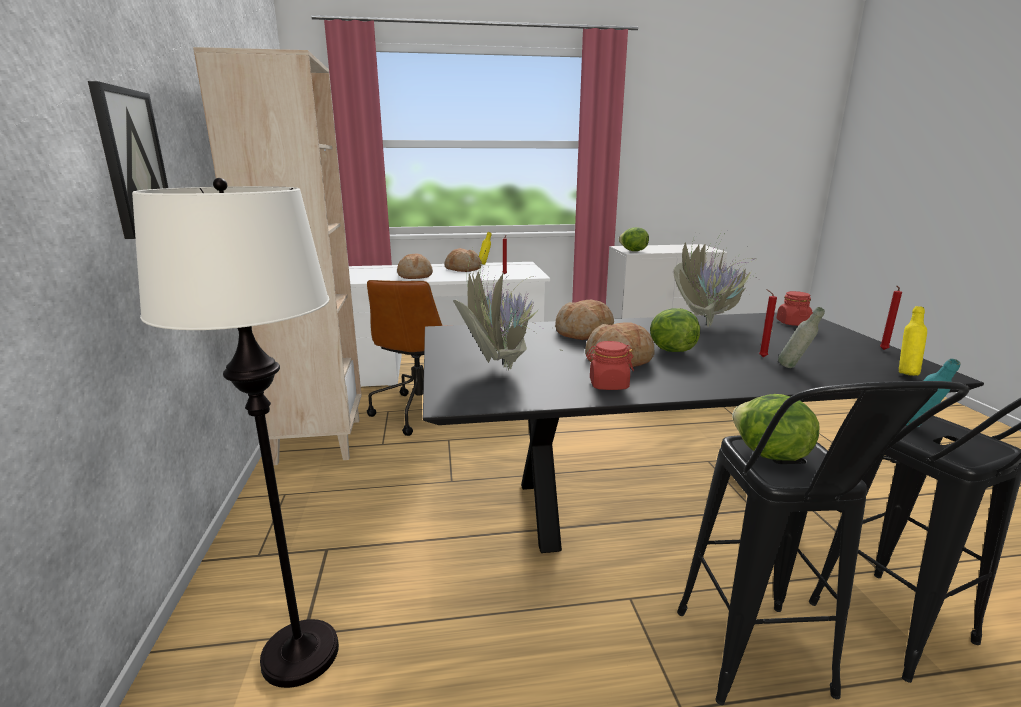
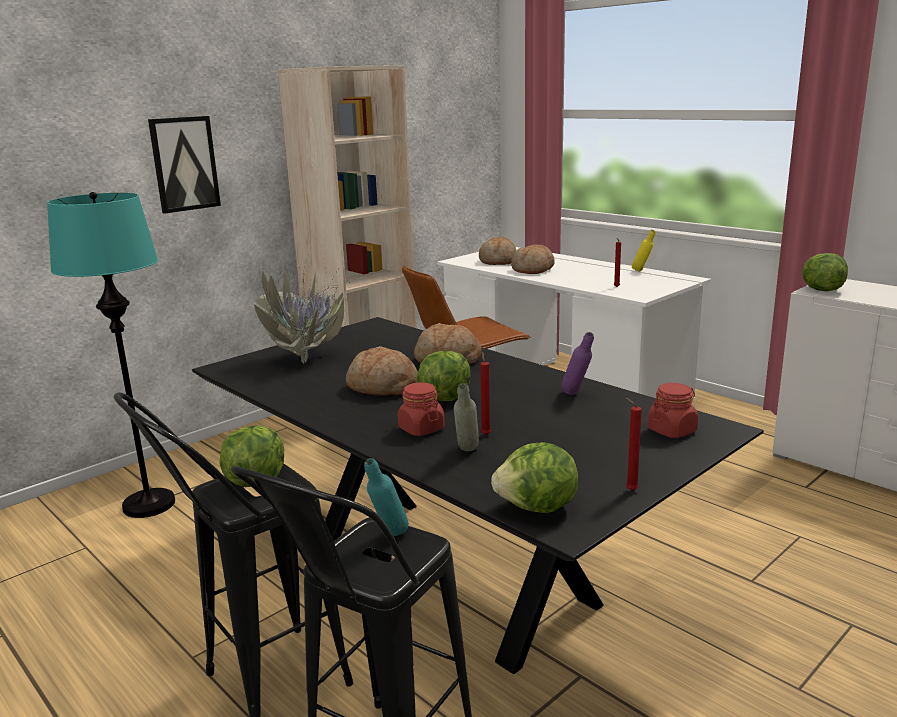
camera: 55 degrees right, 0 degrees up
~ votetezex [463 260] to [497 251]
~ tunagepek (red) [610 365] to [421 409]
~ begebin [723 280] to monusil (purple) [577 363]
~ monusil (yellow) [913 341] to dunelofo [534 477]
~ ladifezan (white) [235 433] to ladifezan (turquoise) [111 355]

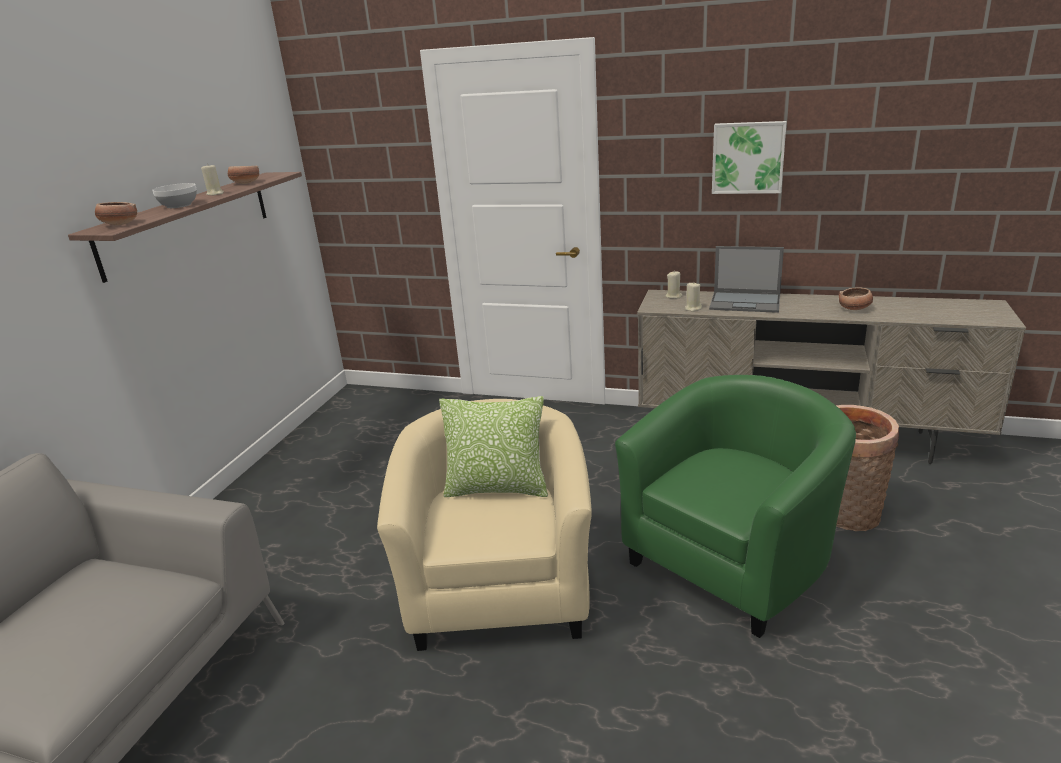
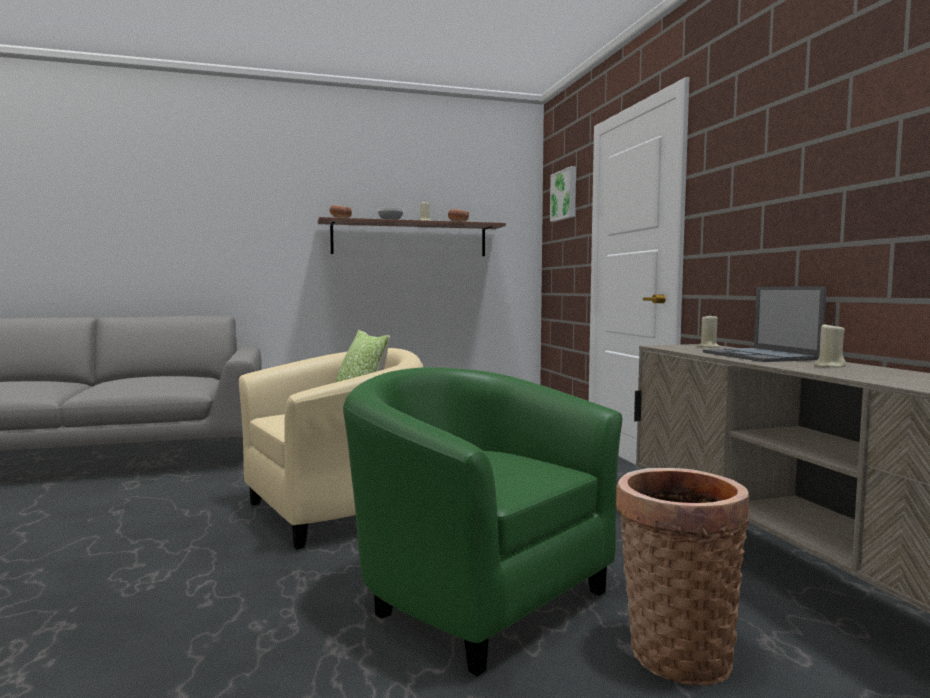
camera: 55 degrees right, 20 degrees down
- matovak [856 298]
~ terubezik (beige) [693 297] to [830 345]
~ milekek [749 157] to [563 194]
~ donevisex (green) [735 506] = [482 522] 150 degrees counterclockwise

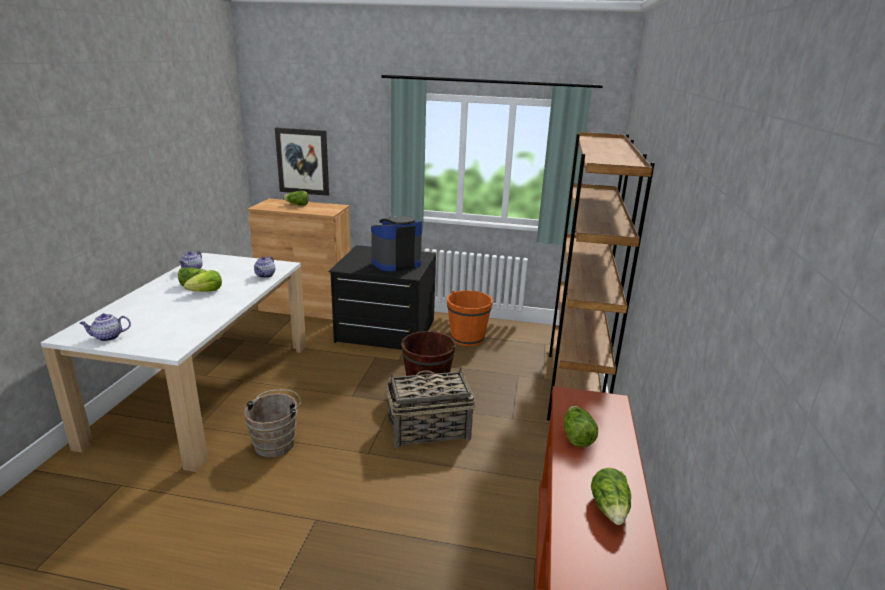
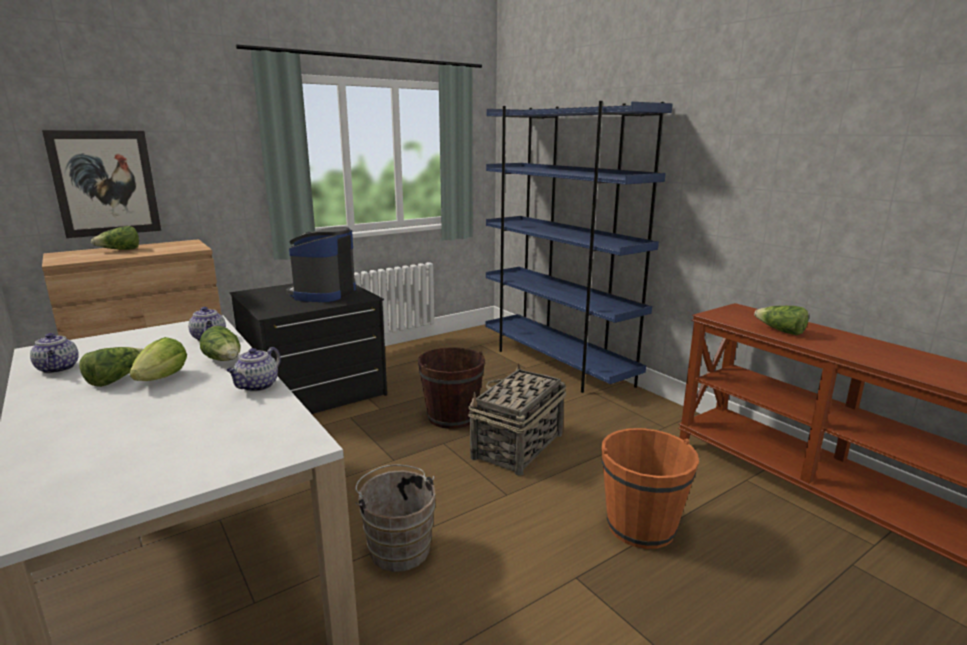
camera: 45 degrees left, 5 degrees down
~ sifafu [105 327] to [253 369]
~ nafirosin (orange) [470 318] to [650 488]
~ dunelofo [611 496] to [220 343]
~ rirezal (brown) [601 276] to rirezal (blue) [579 247]

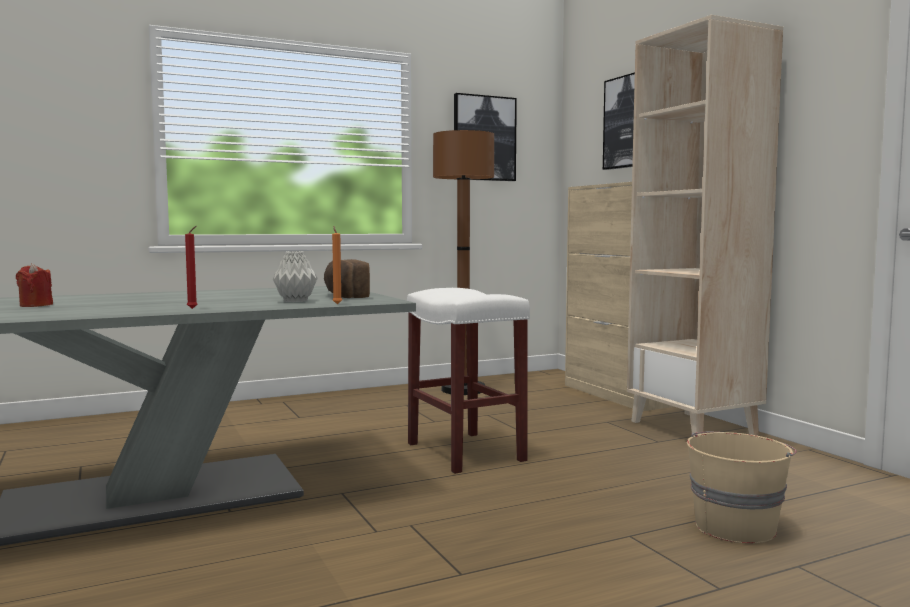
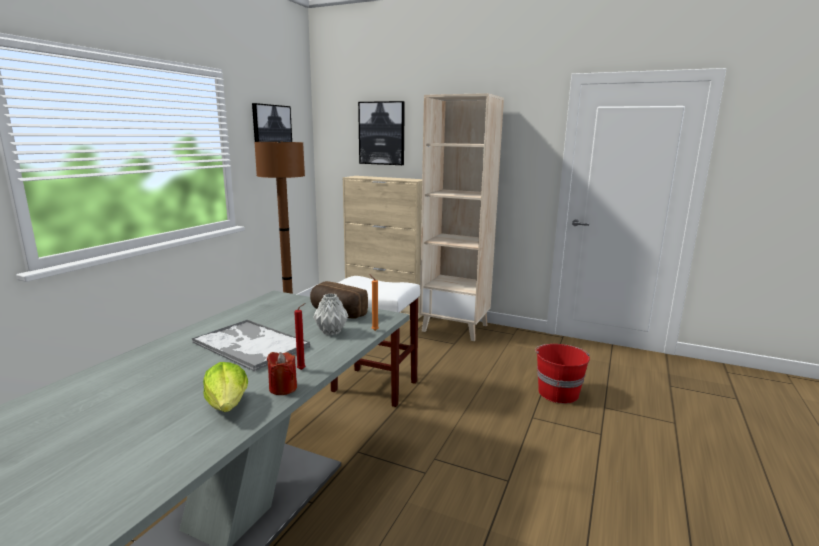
camera: 40 degrees left, 10 degrees up
+ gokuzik [251 345]
+ dunelofo [225 387]
~ terubezik (red) [34 285] to [282 373]
~ nafirosin (beige) [742 488] to nafirosin (red) [562 374]

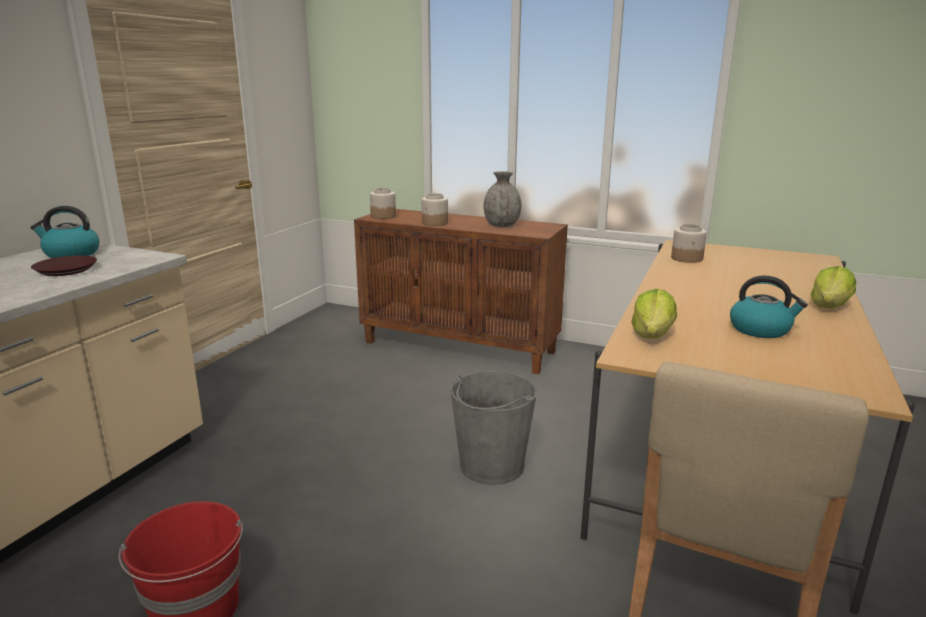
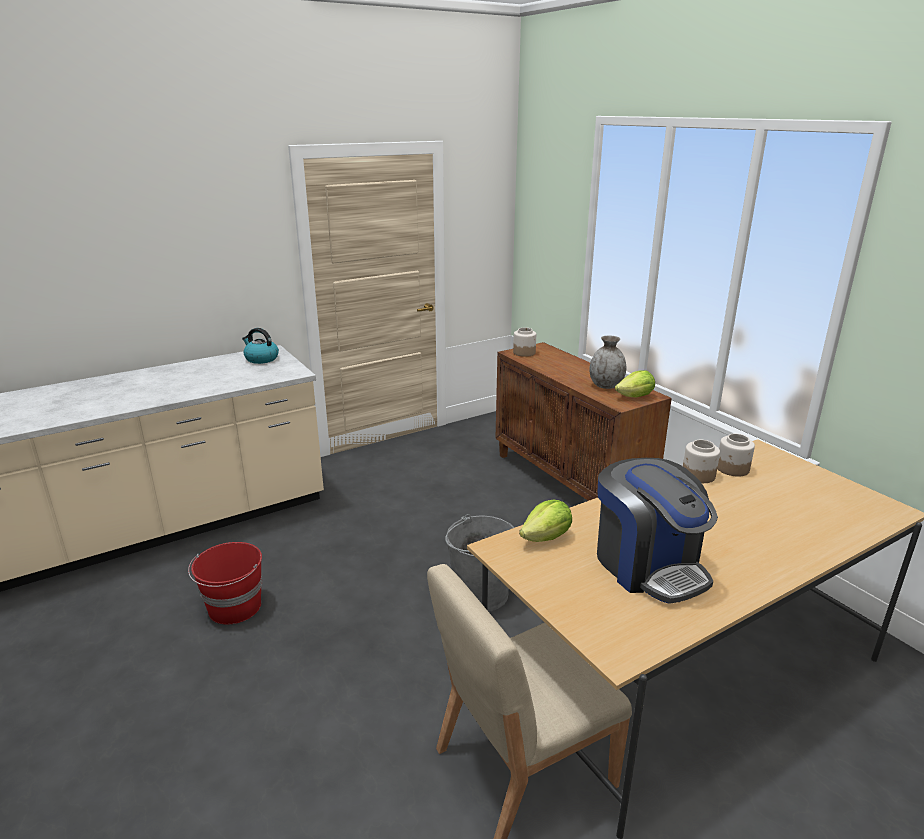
camera: 35 degrees right, 5 degrees up
- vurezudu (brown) [64 265]
~ tunagepek [434 209] to [701 461]
~ dunelofo [833 287] to [635 383]
~ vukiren [769 306] to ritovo [657 530]

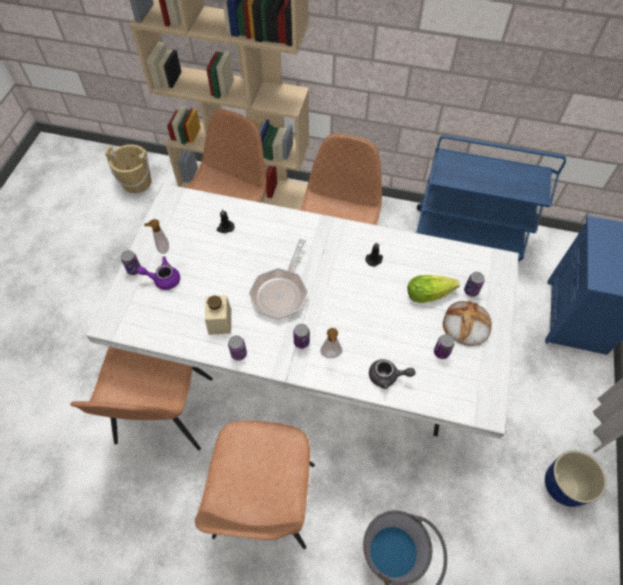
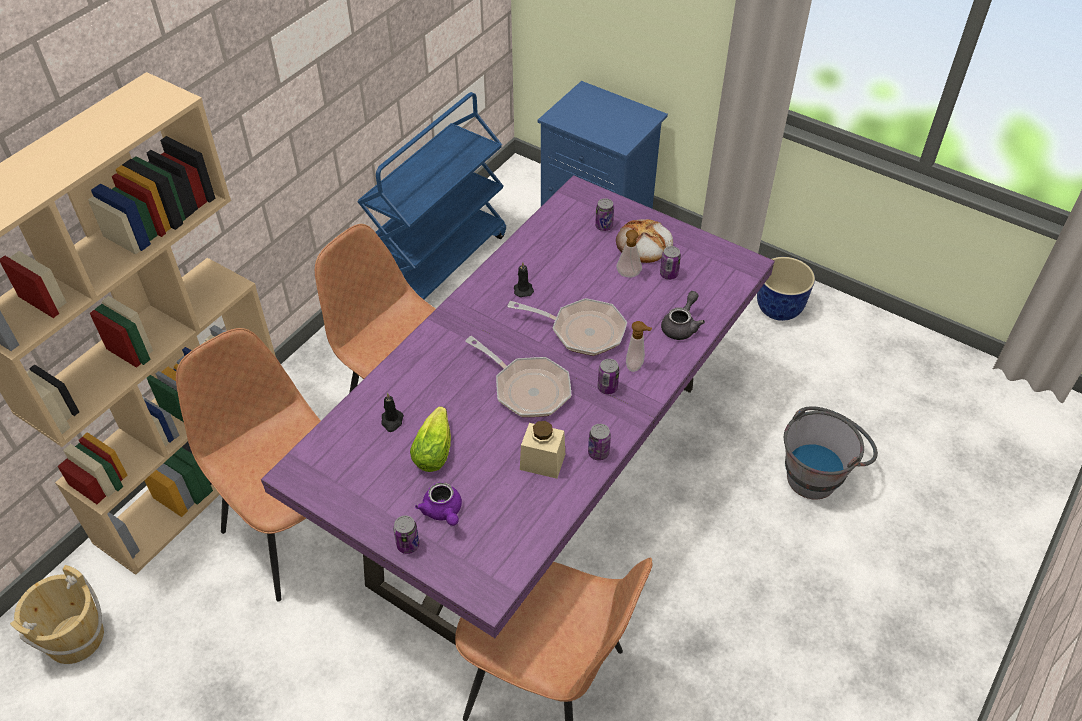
camera: 70 degrees left, 10 degrees down
- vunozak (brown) [255 484]
+ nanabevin [567 327]
~ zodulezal [156 236] to [629 253]
~ dunelofo [434 289] to [430 439]
~ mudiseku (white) [302 311] to mudiseku (purple) [518 410]
~ sifafu (purple) [158 273] = [438 504] 45 degrees counterclockwise

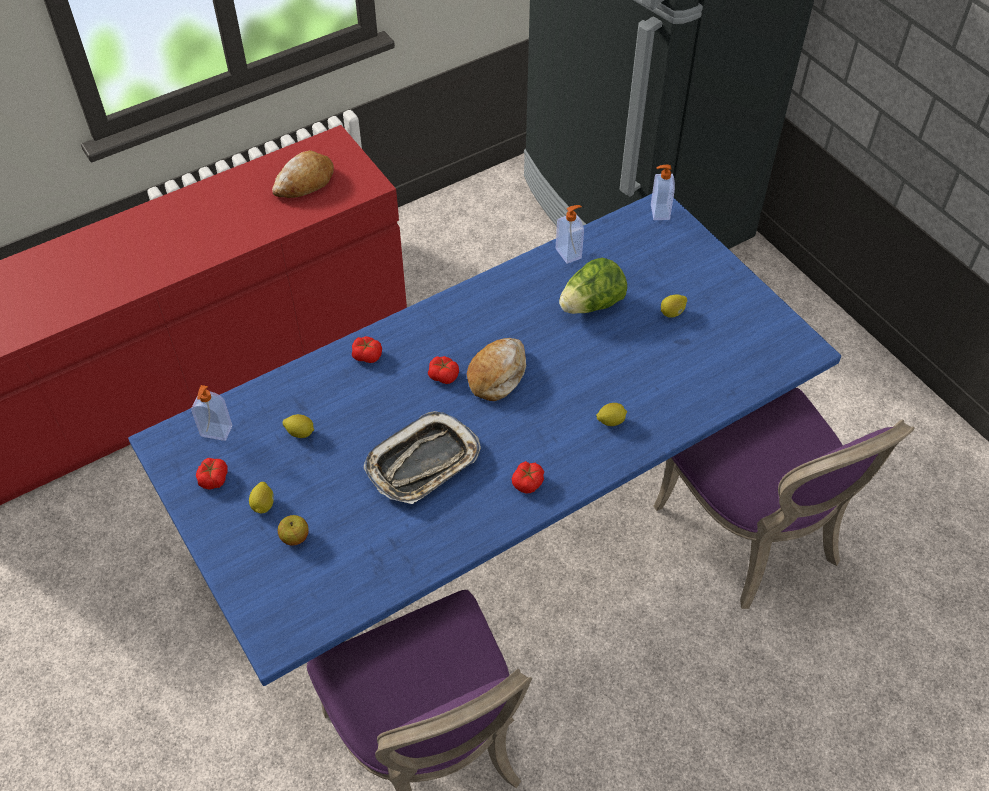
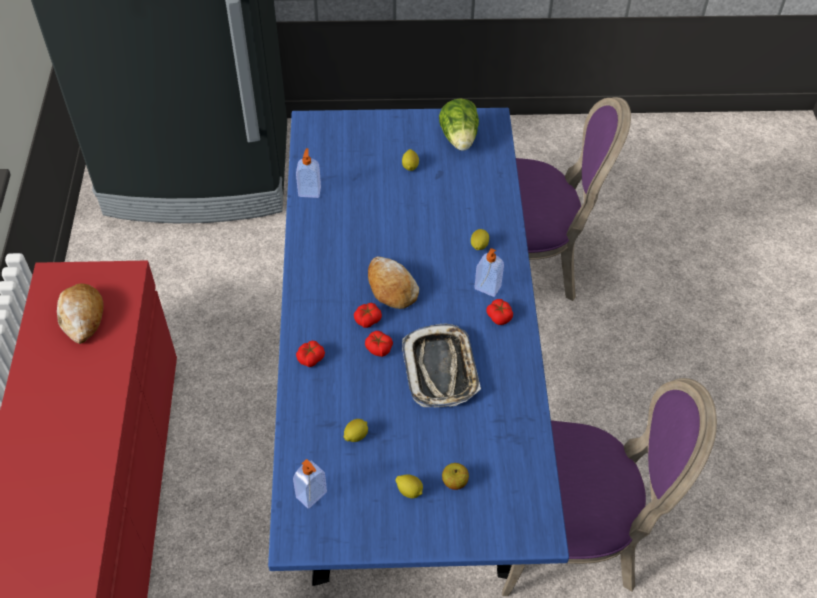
camera: 60 degrees left, 0 degrees up
~ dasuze [212 474] to [379 344]
~ dunelofo [593 286] to [459 124]
~ zodulezal [663 192] to [489 272]

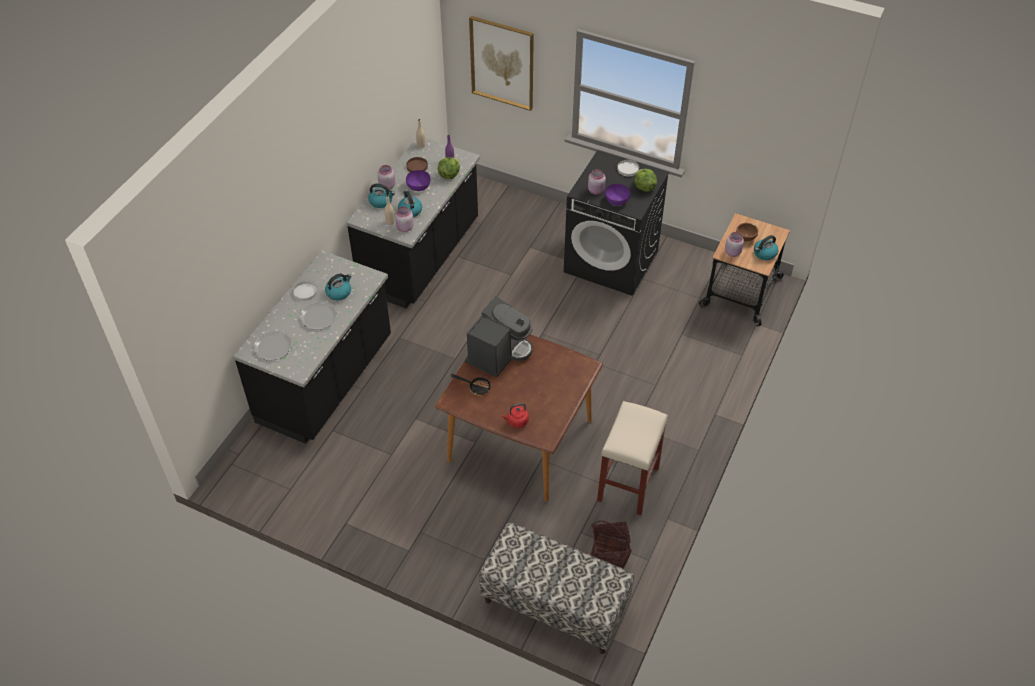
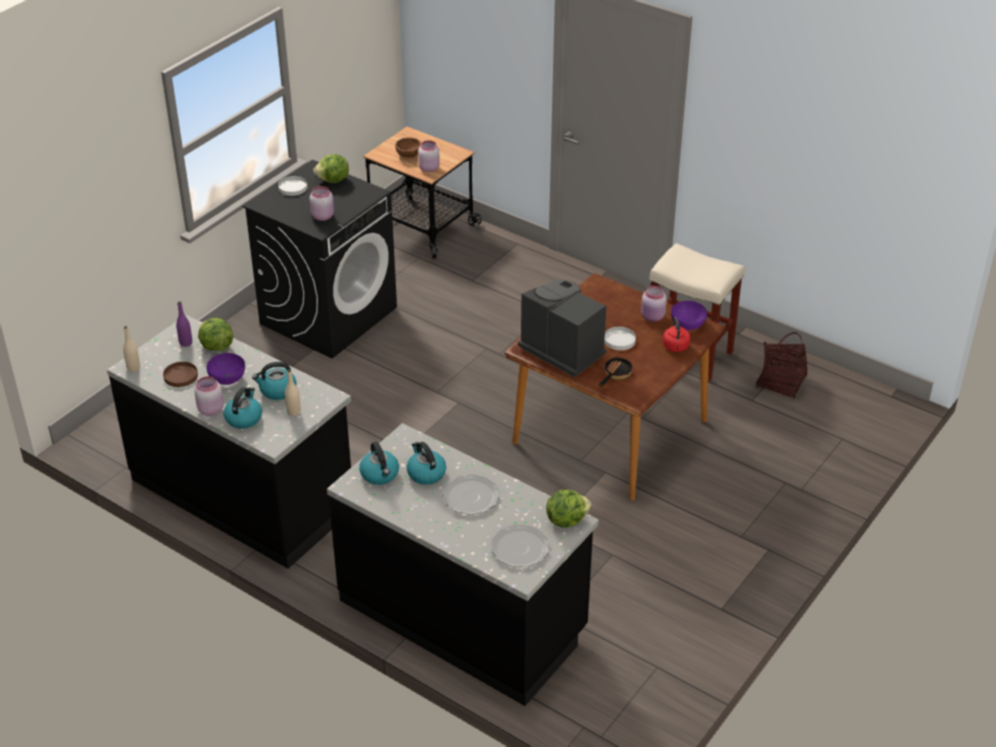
camera: 80 degrees left, 10 degrees down
- milekek [501 63]
- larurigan [556 588]
+ dunelofo [568 509]
~ vurezudu (white) [305 291] to [620 338]
~ tunagepek (pink) [404 219] to [654 304]
~ matovak (purple) [617 195] to [689 315]
~ vukiren [766 247] to [379 463]

